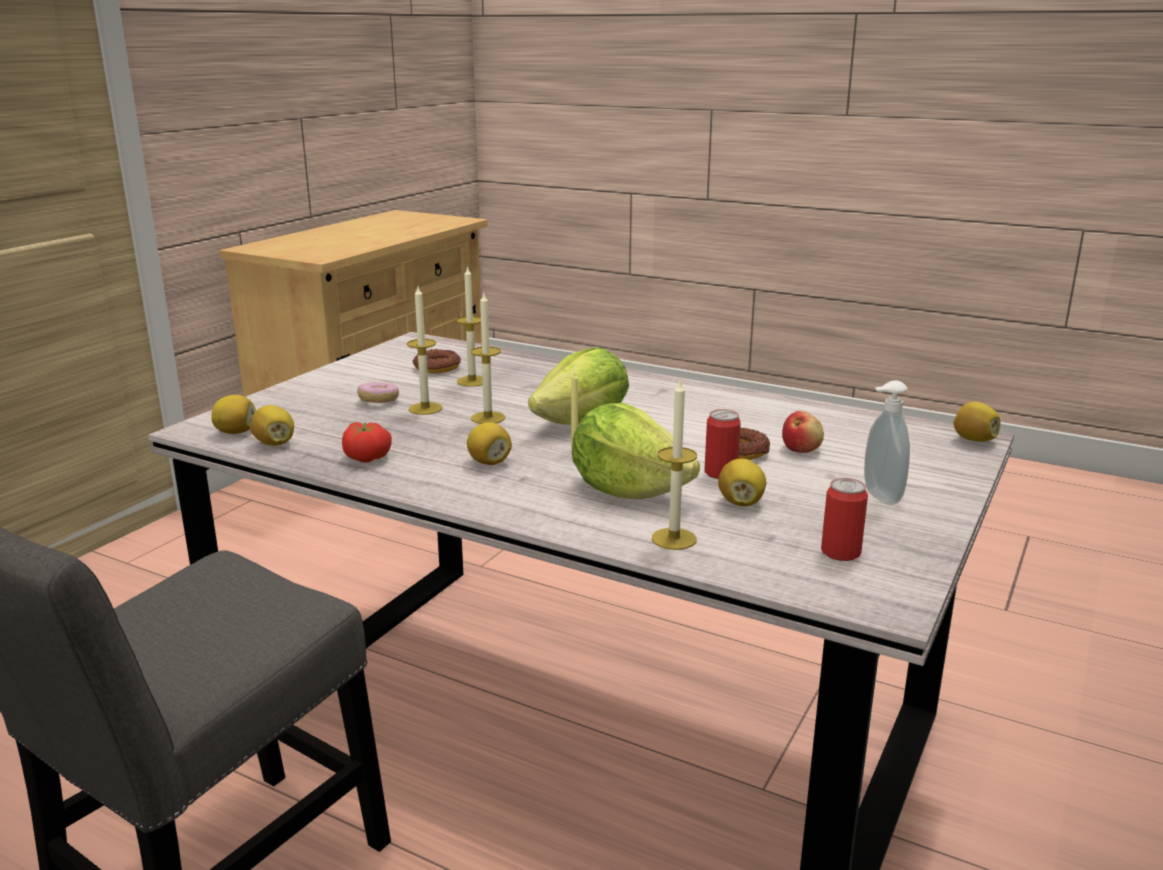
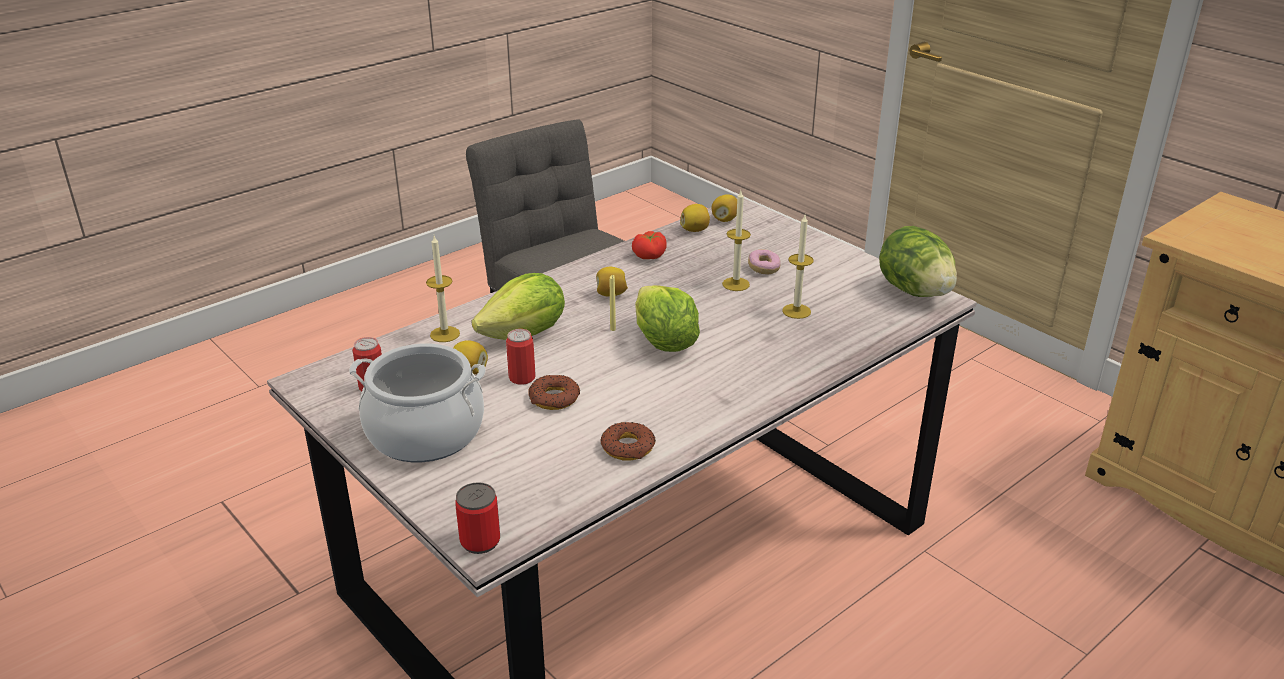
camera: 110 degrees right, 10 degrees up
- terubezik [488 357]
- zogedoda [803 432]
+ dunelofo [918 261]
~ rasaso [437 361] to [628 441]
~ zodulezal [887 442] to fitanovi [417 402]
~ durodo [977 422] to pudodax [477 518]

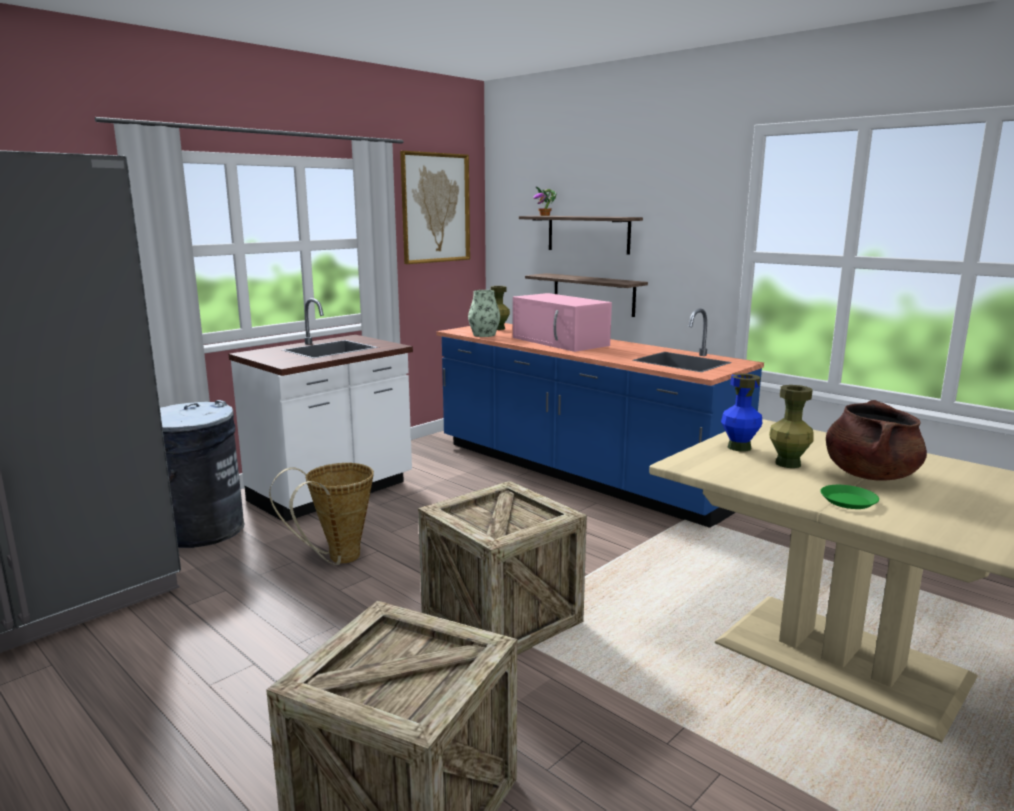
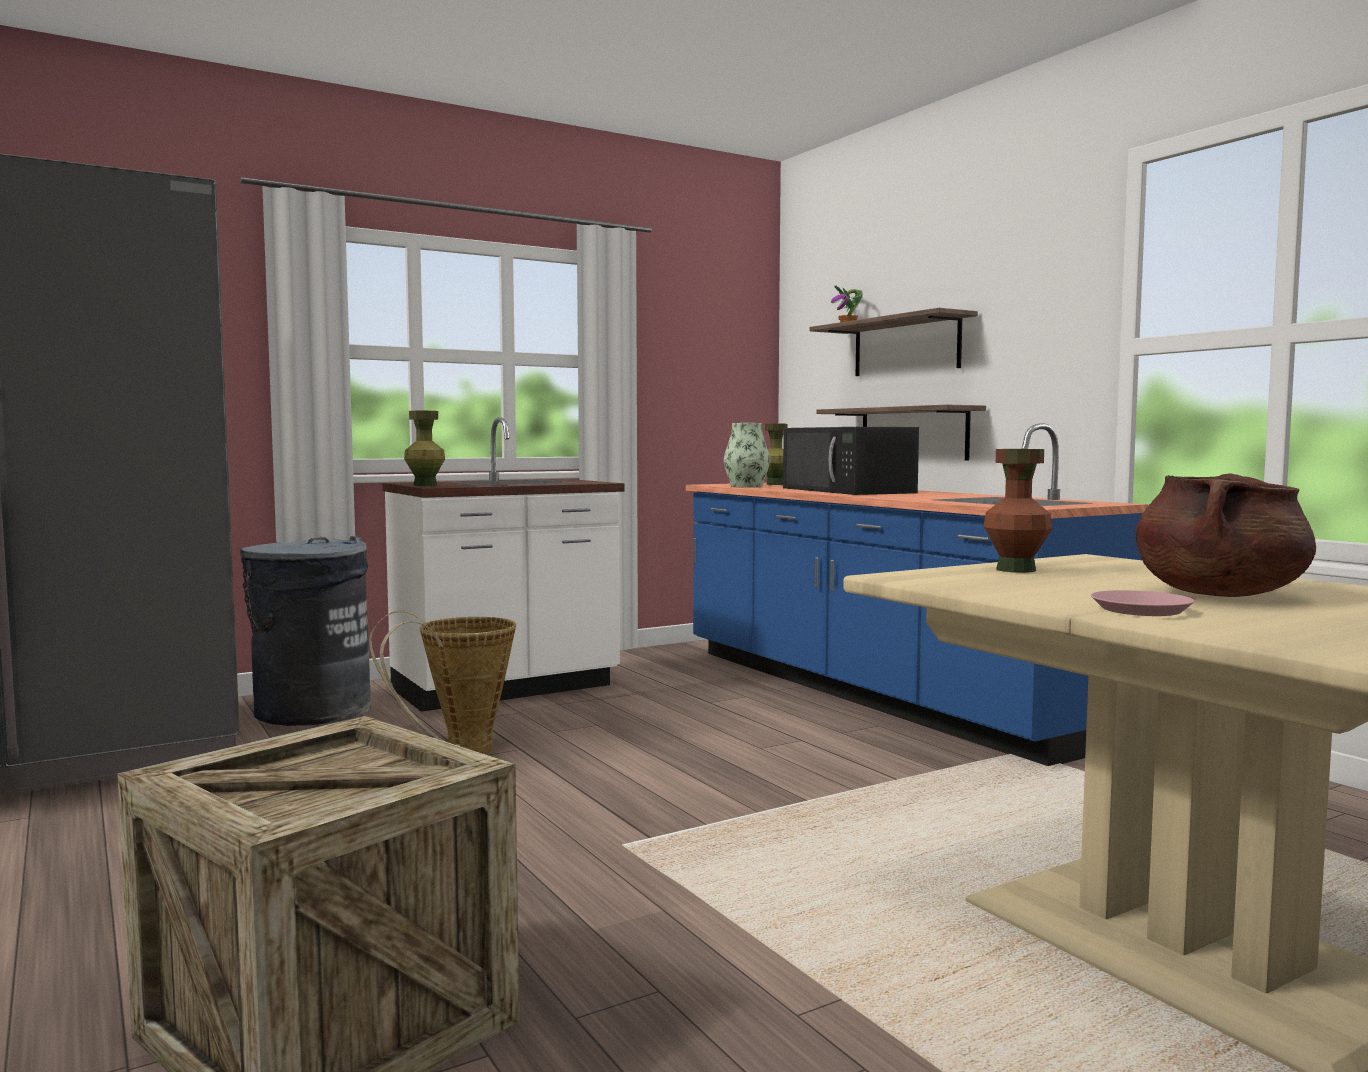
camera: 15 degrees right, 10 degrees down
- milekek [435 207]
- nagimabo [502 568]
~ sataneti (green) [791 426] to [424 448]
~ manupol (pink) [562 322] to manupol (black) [851 461]
~ sataneti (blue) [741 412] to sataneti (brown) [1017 511]
~ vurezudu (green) [849 497] to vurezudu (pink) [1143 603]

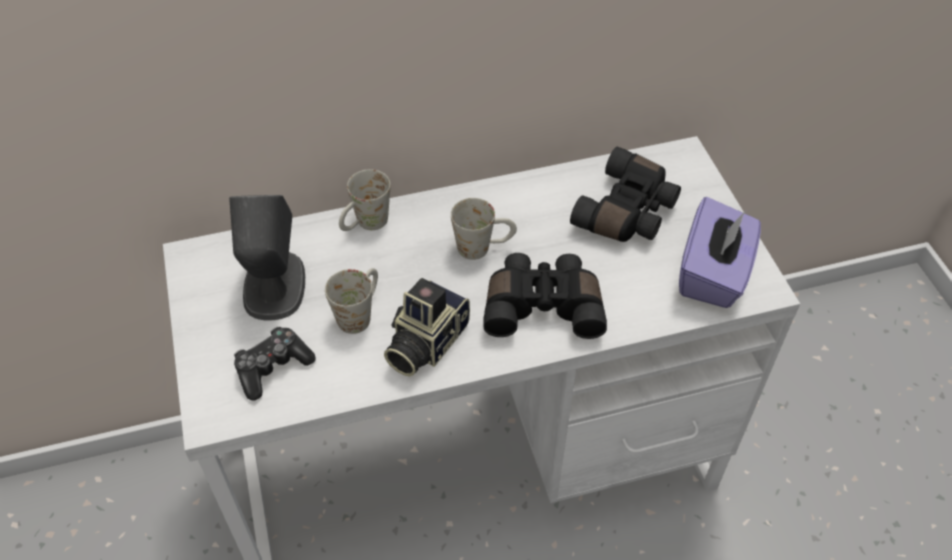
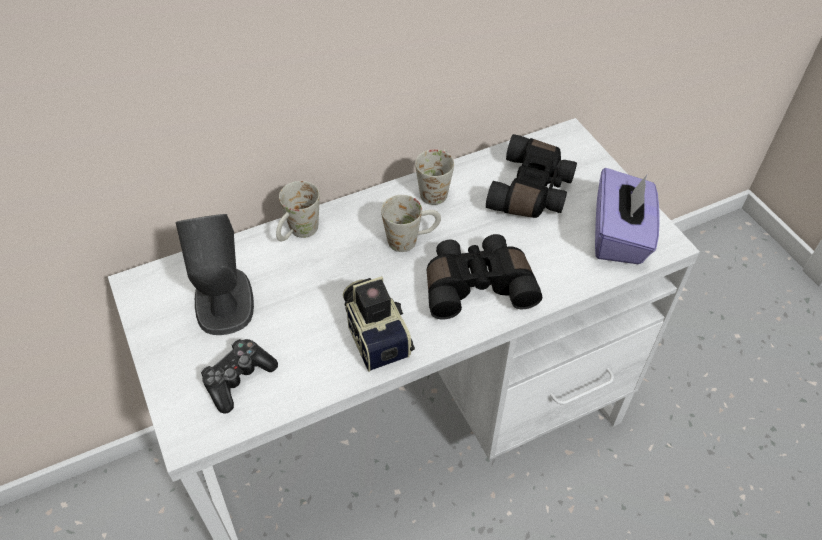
camera: 10 degrees left, 0 degrees up
~ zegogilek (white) [351 301] to [434 177]
~ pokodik [427 327] = [379 324] 135 degrees clockwise

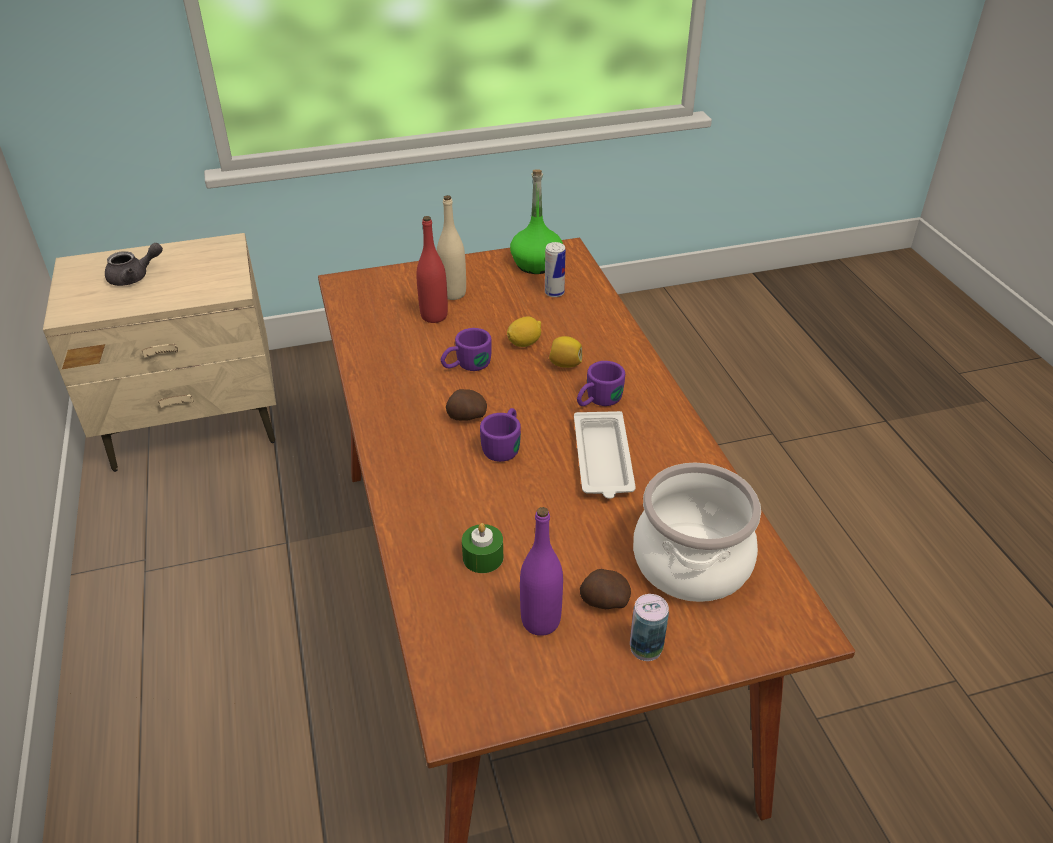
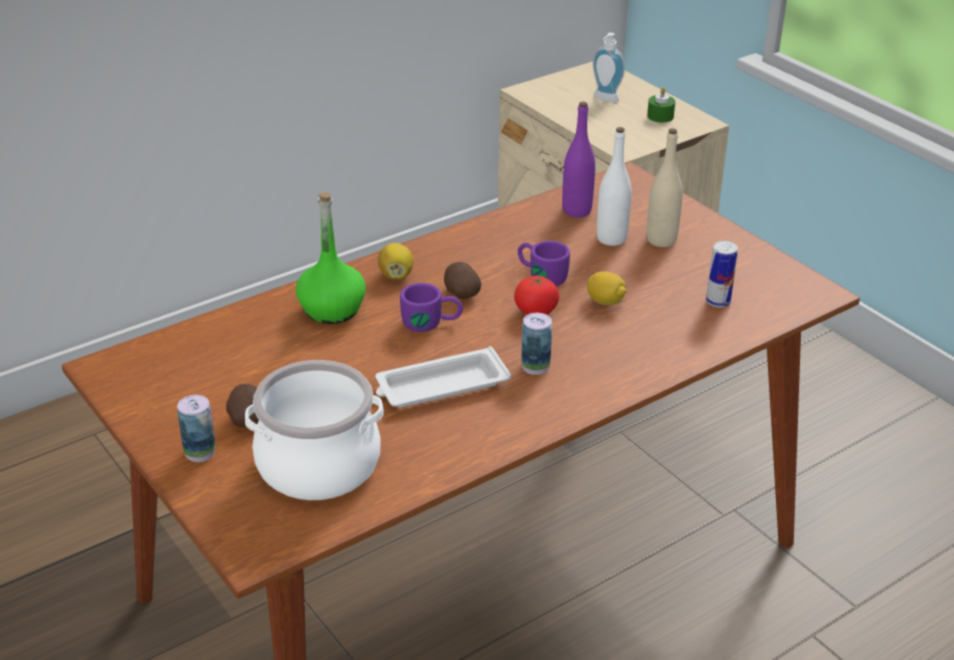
camera: 70 degrees right, 5 degrees down
+ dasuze [536 295]
~ terubezik (green) [482 548] to [661 105]
~ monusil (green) [536 221] to [331 258]
~ monusil (purple) [541 571] to [578 160]
~ durodo [565 352] to [396 261]
~ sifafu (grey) [134 264] to zodulezal [608 68]
~ zegogilek (purple) [601 383] to pudodax [536 344]
~ monusil (red) [432 269] to monusil (white) [614 186]

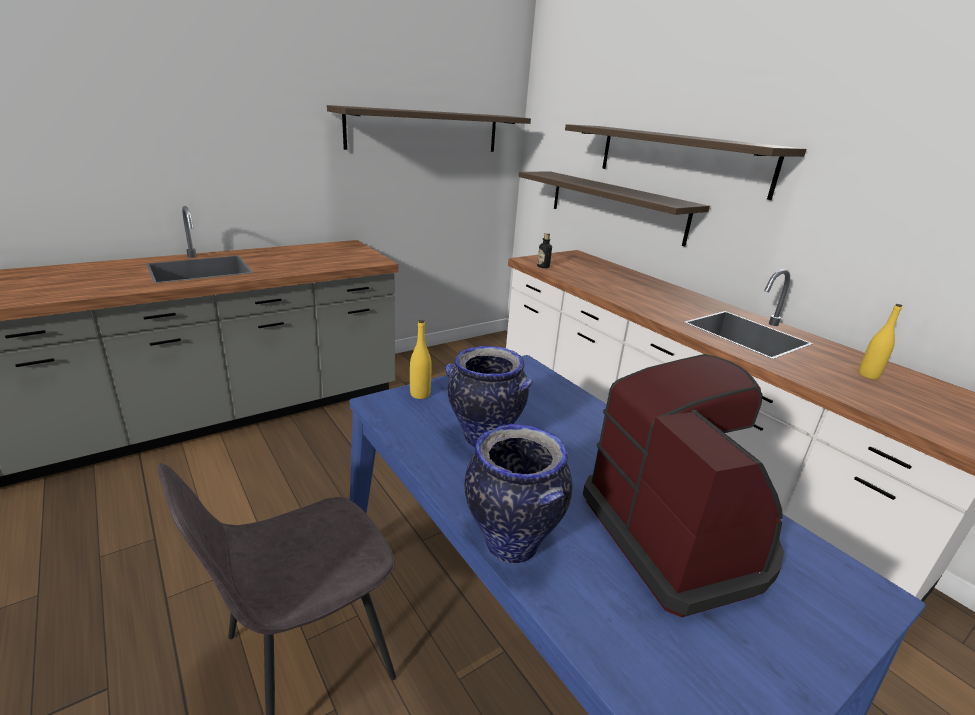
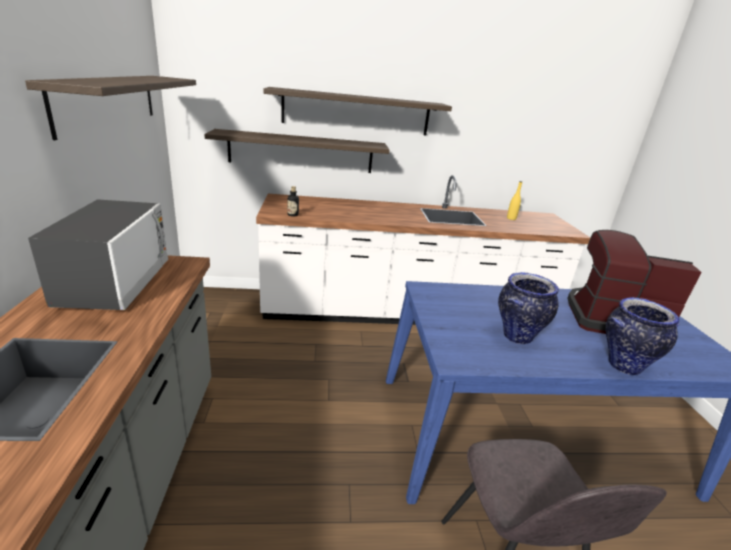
camera: 60 degrees left, 0 degrees up
- monusil (yellow) [421 359]
+ manupol [98 254]

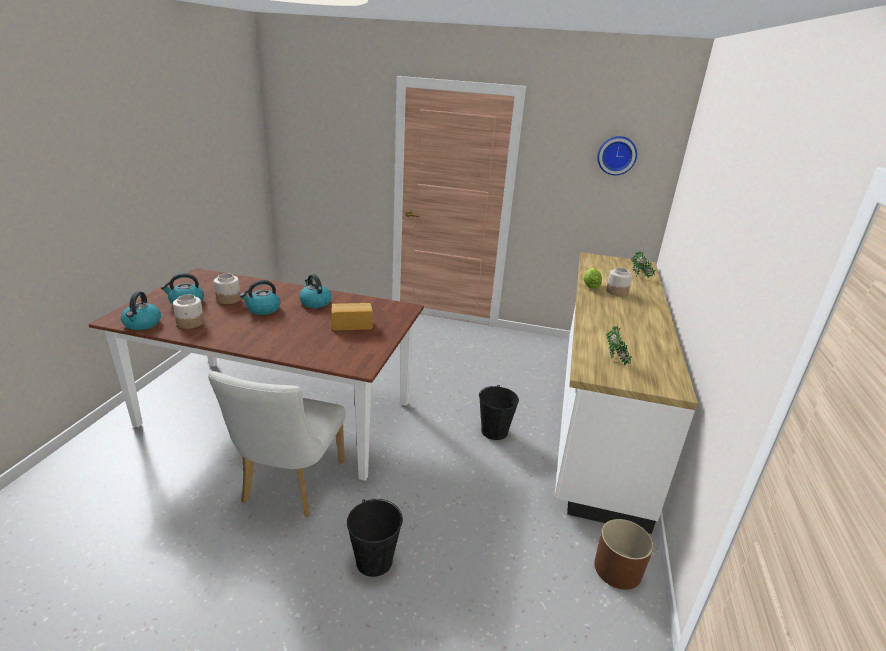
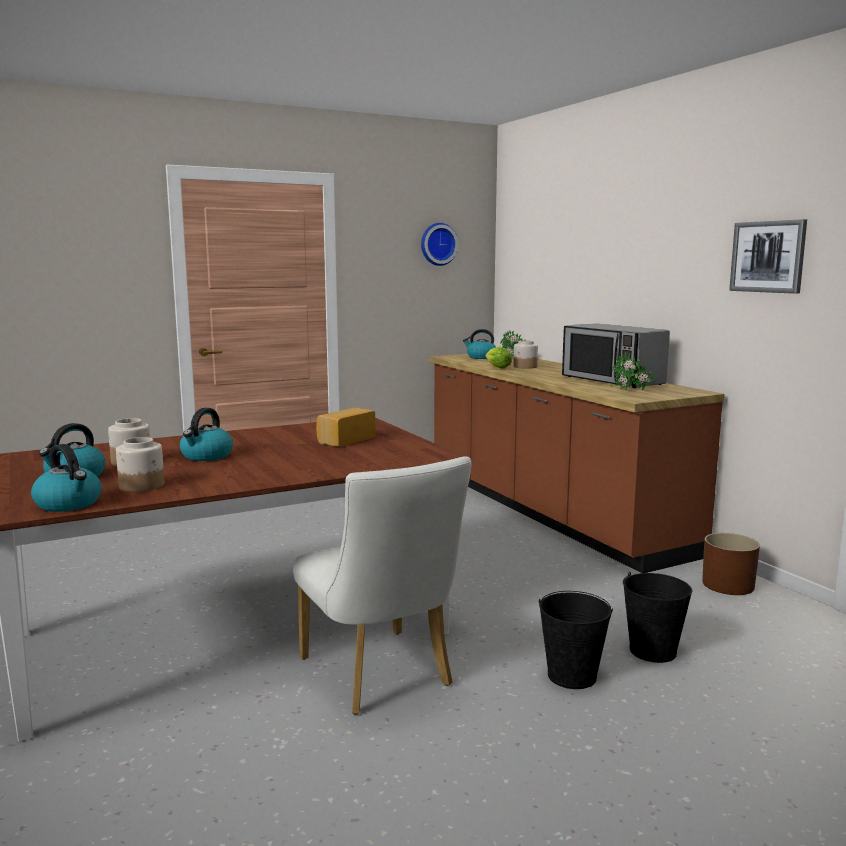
camera: 40 degrees left, 15 degrees down
+ manupol [616 356]
+ milekek [768 256]
~ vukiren [315 291] to [479 344]
~ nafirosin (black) [499 412] to [657 617]
~ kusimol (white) [626 393] to kusimol (brown) [576 463]

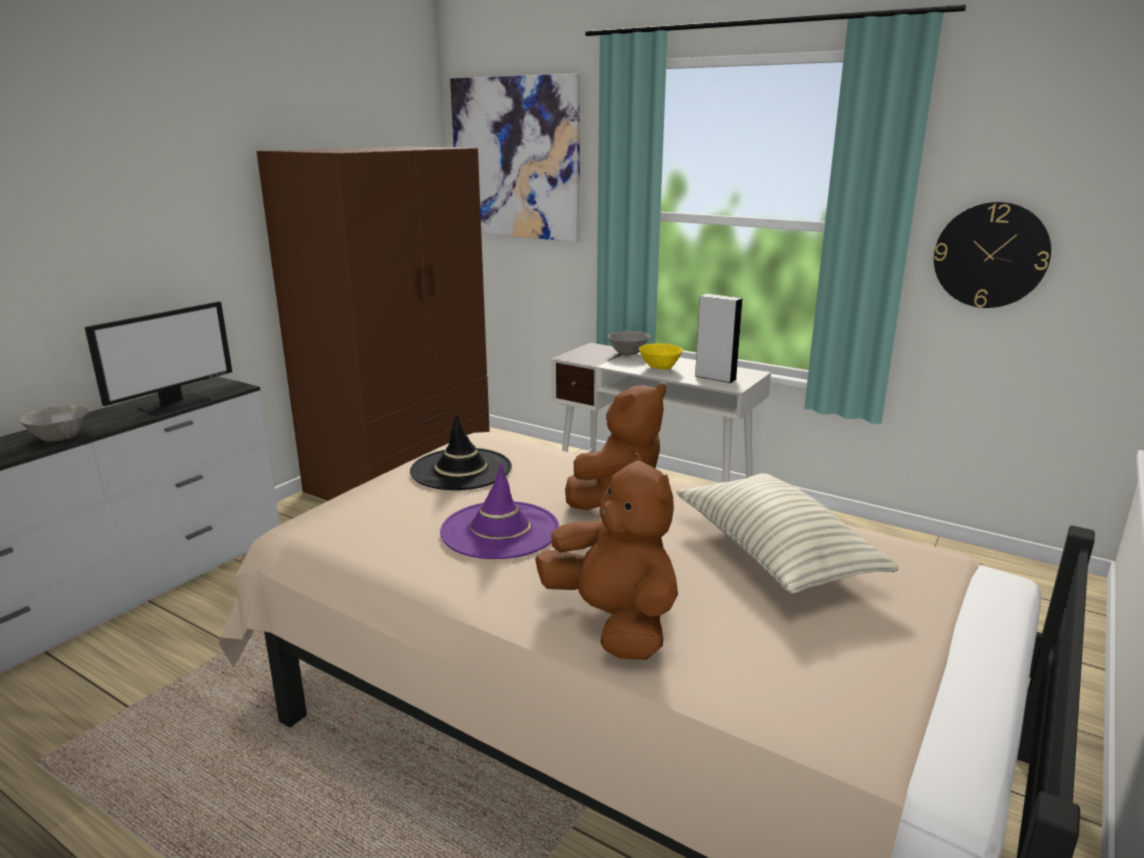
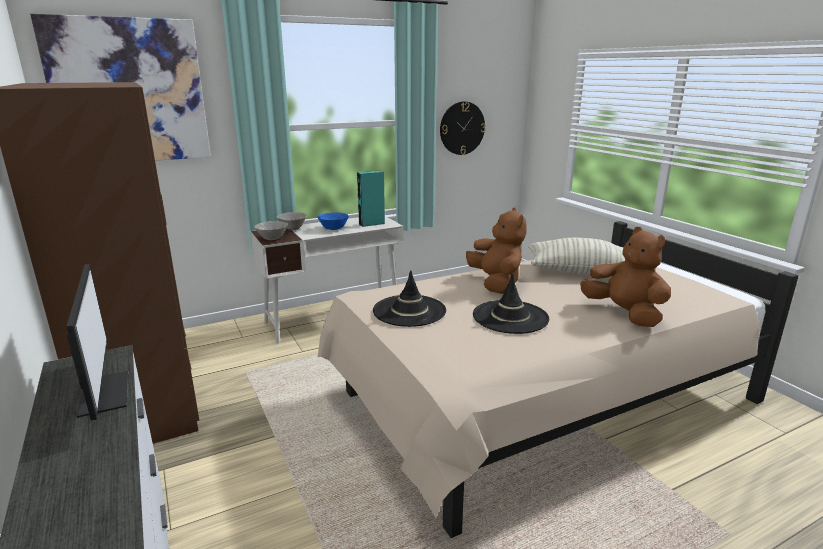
camera: 60 degrees left, 0 degrees up
~ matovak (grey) [53 423] to [271 230]
~ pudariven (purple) [499 511] to pudariven (black) [511 304]
~ matovak (yellow) [661 356] to matovak (blue) [333 221]
~ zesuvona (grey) [719 338] to zesuvona (turquoise) [371 199]
~ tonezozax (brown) [606 556] = [625 277] 60 degrees clockwise

